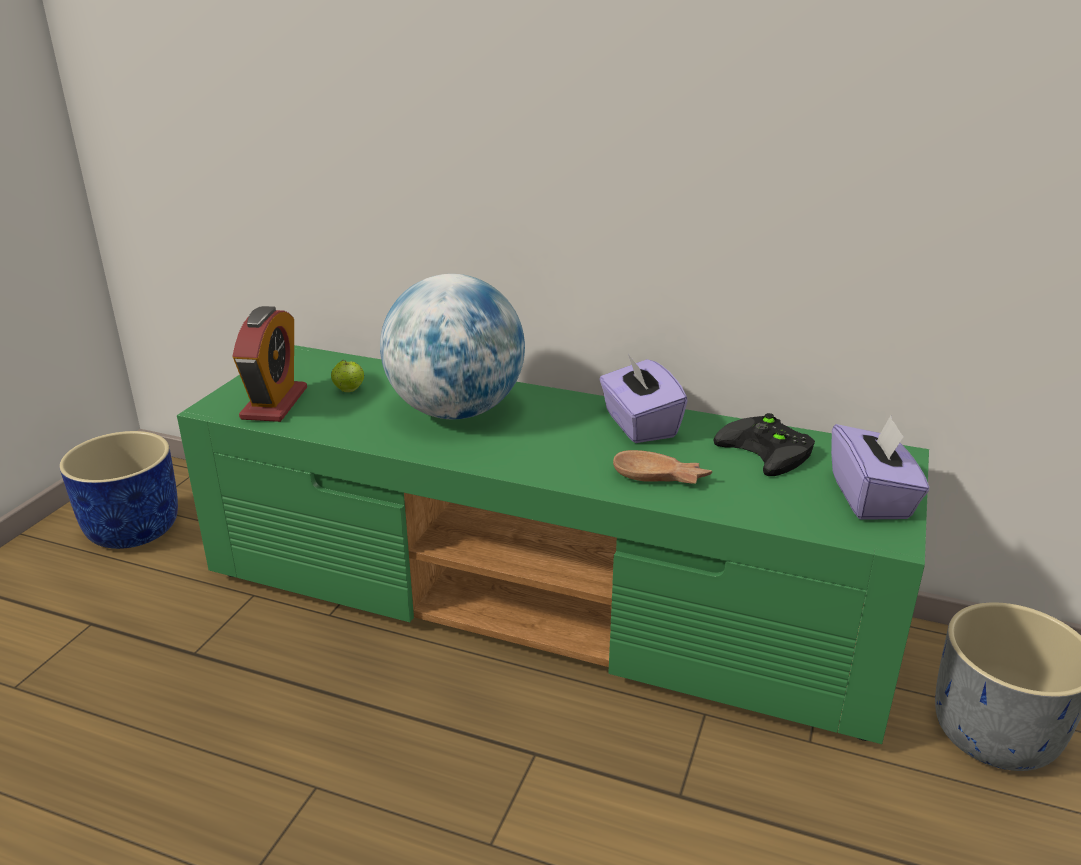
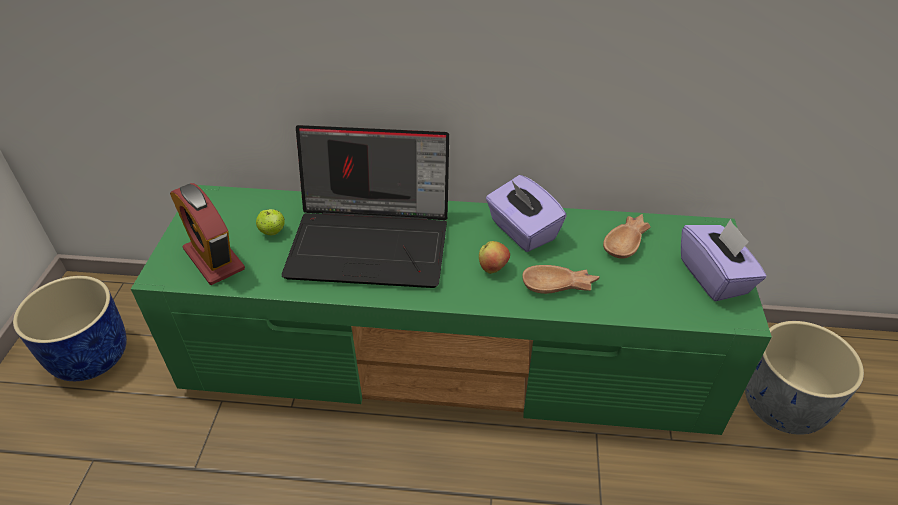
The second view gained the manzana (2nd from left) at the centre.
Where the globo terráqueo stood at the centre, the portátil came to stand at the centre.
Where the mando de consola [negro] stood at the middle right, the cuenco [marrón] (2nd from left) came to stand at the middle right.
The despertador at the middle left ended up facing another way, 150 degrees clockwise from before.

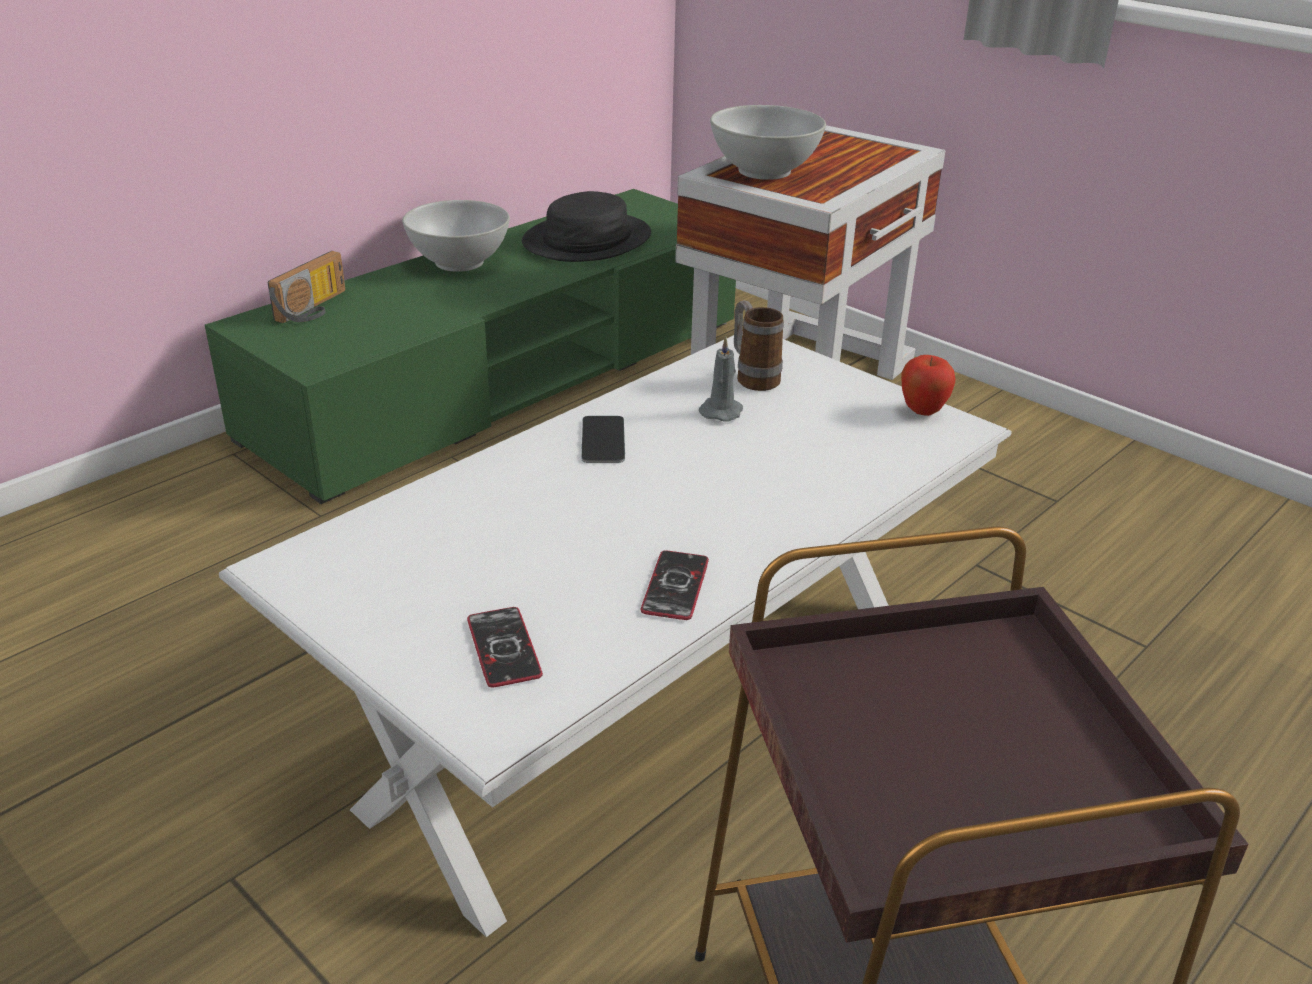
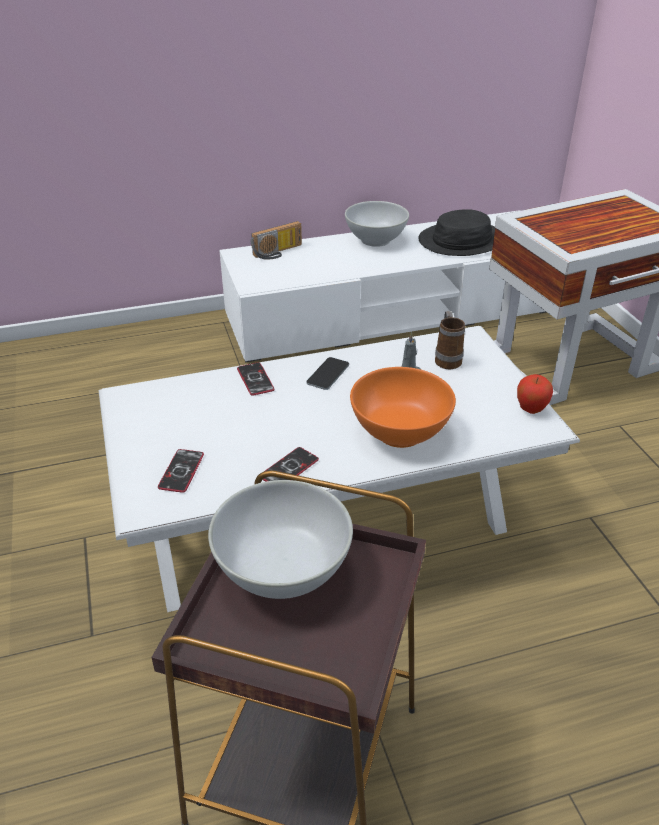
The second view gained the móvil (2nd from left) at the centre.
The second view gained the cuenco [naranja] at the centre.
The cuenco [blanco] (2nd from left in the first image) ended up elsewhere, having gone from the top centre to the centre.
What was the mueble de televisión [verde] at the centre turned into the mueble de televisión [blanco] at the centre.

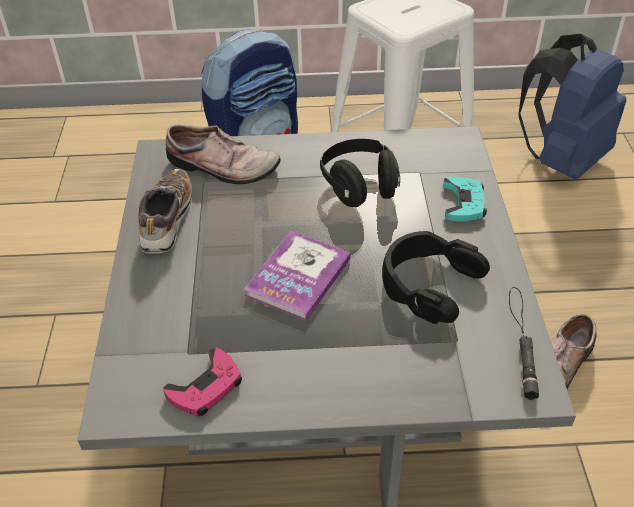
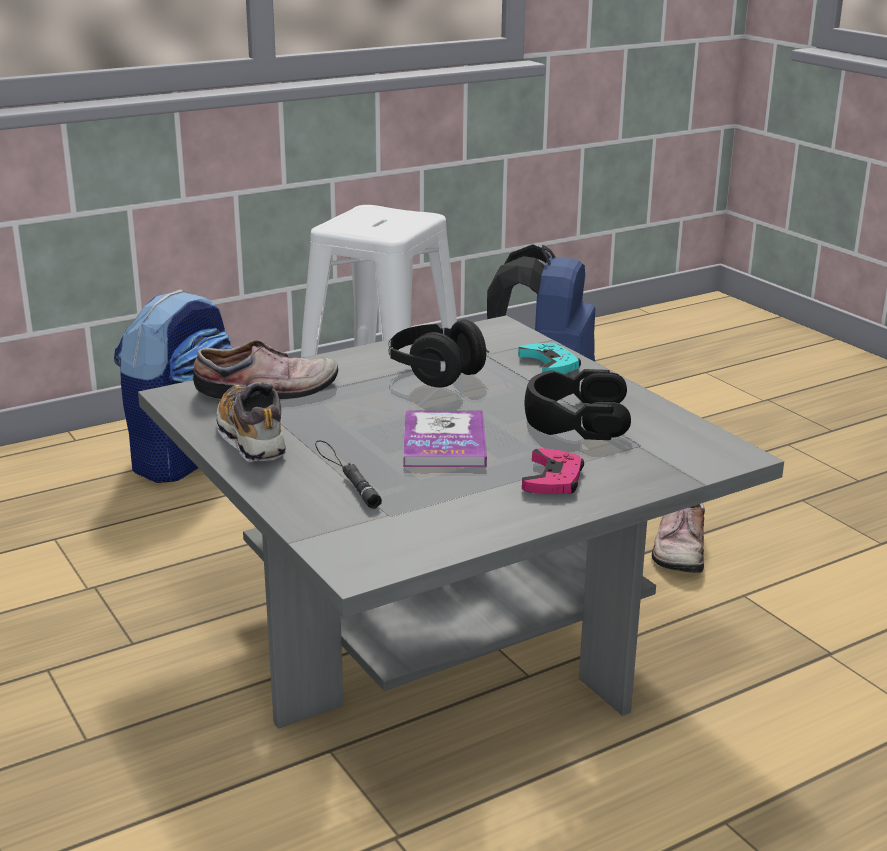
The mando de consola [rosa] ended up elsewhere, having gone from the bottom left to the centre.
The linterna [negro] ended up elsewhere, having gone from the bottom right to the centre.

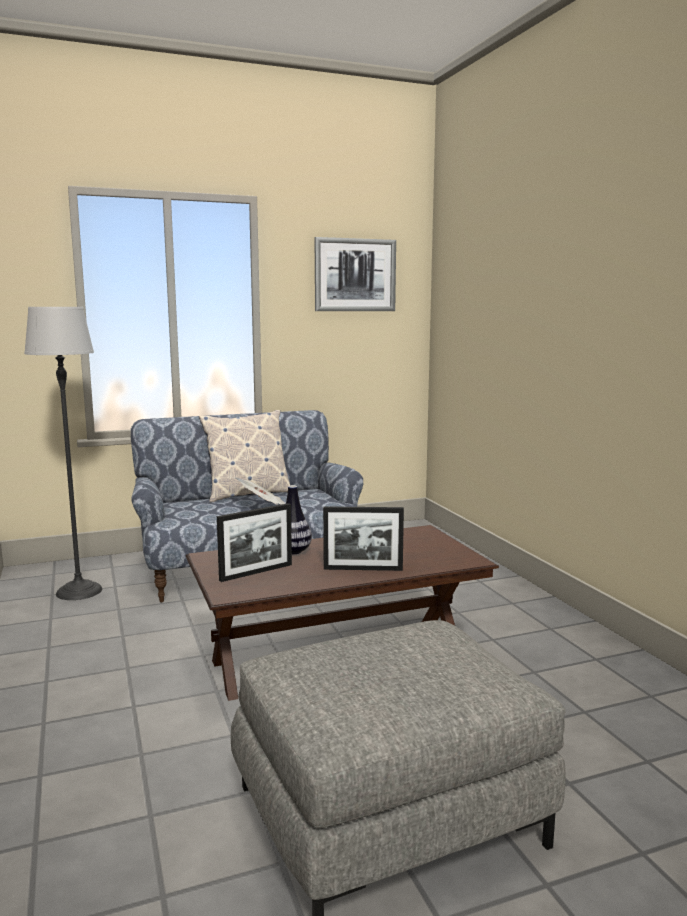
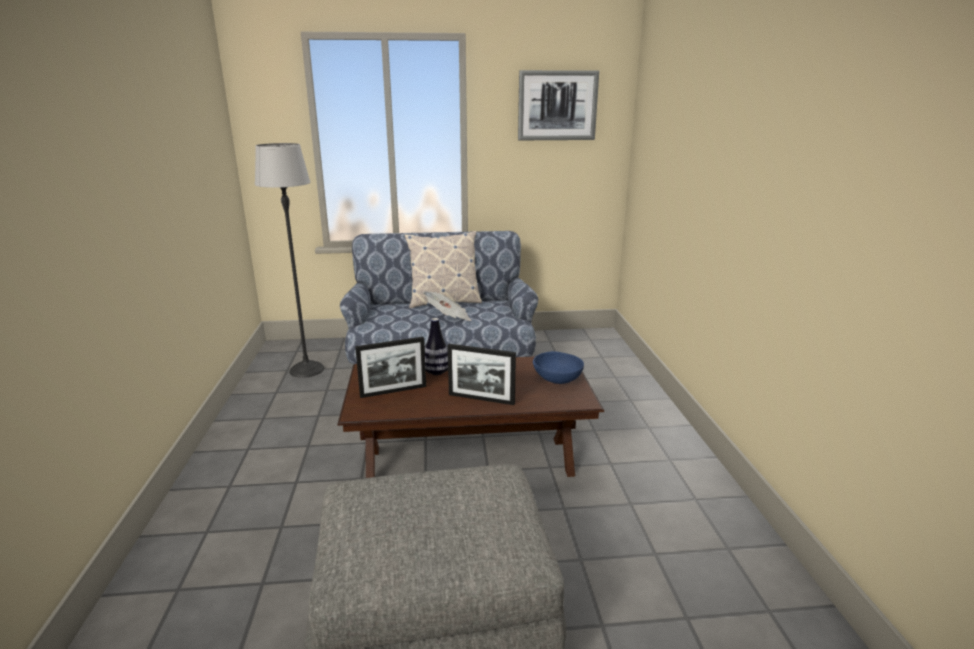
The second view gained the cuenco [azul] at the centre.

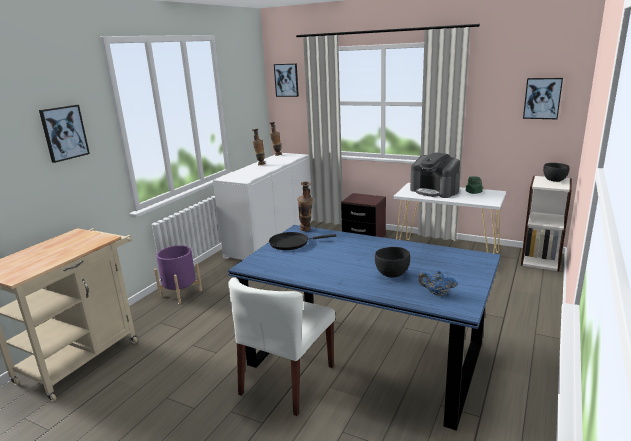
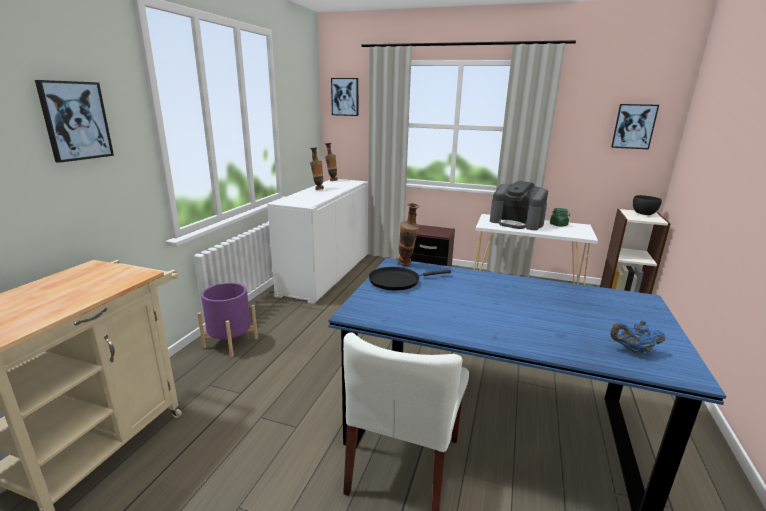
The second view lost the cuenco [negro] (1st from left) at the centre.

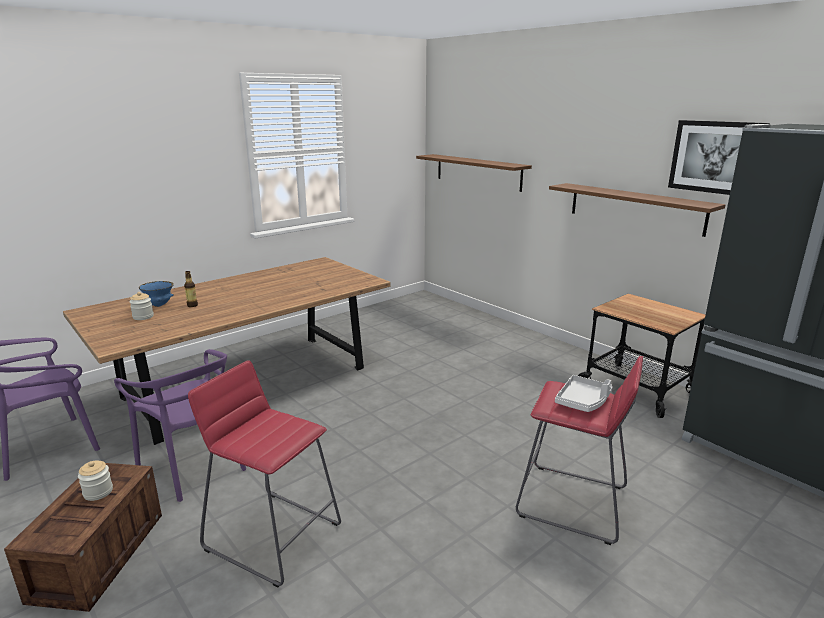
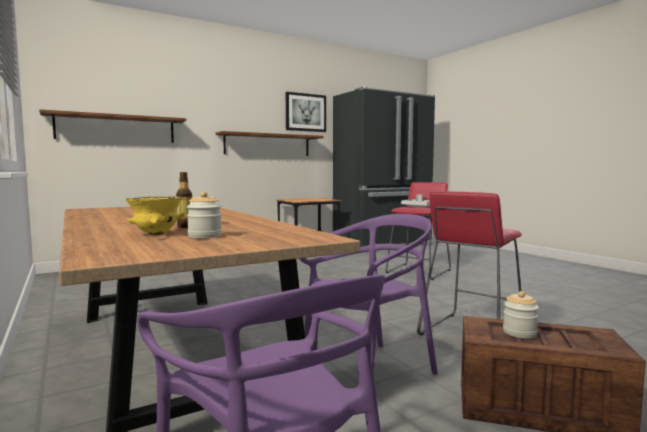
What was the cuenco [azul] at the middle left turned into the cuenco [amarillo] at the middle left.

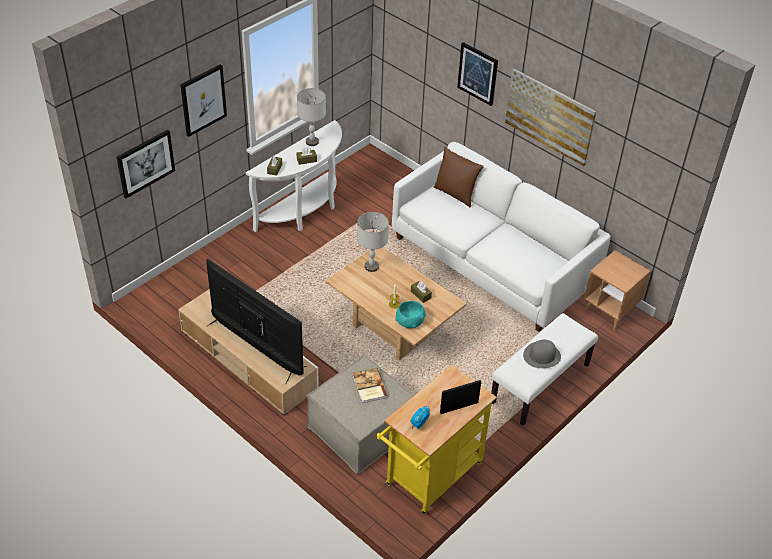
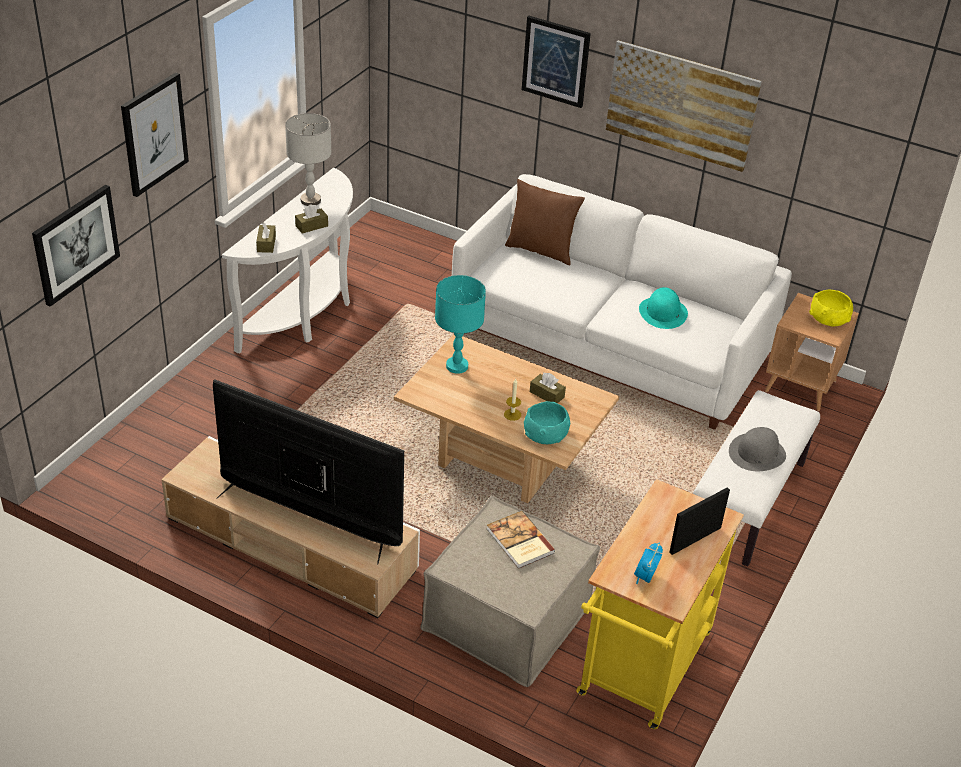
The second view gained the sombrero [turquesa] at the middle right.
The second view gained the cuenco [amarillo] at the middle right.
What was the lámpara de mesa [gris] (2nd from left) at the centre turned into the lámpara de mesa [turquesa] at the centre.

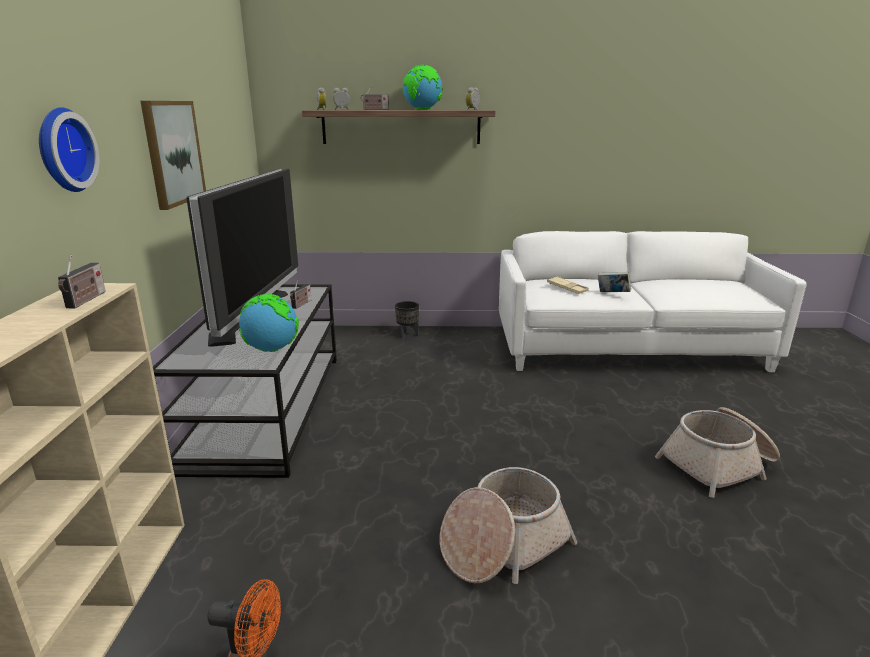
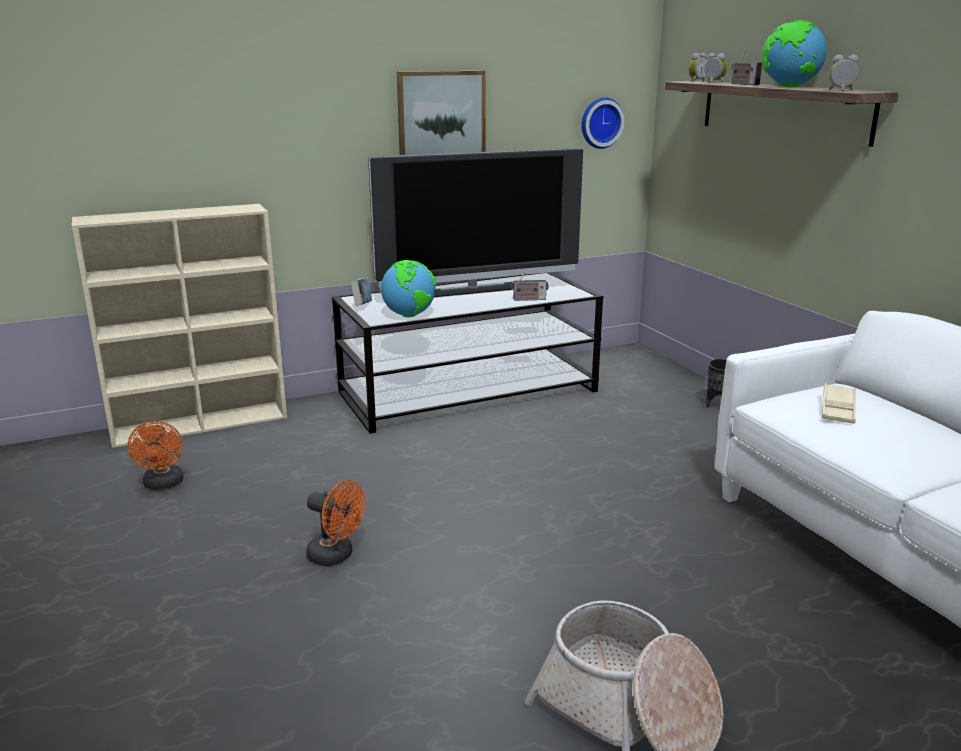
The second view lost the radio (1st from left) at the middle left.
The reloj de pared ended up elsewhere, having gone from the top left to the top centre.
The libro ended up elsewhere, having gone from the middle right to the centre.
Where the cesta (1st from left) stood at the bottom centre, the ventilador [naranja] (2nd from left) came to stand at the bottom centre.

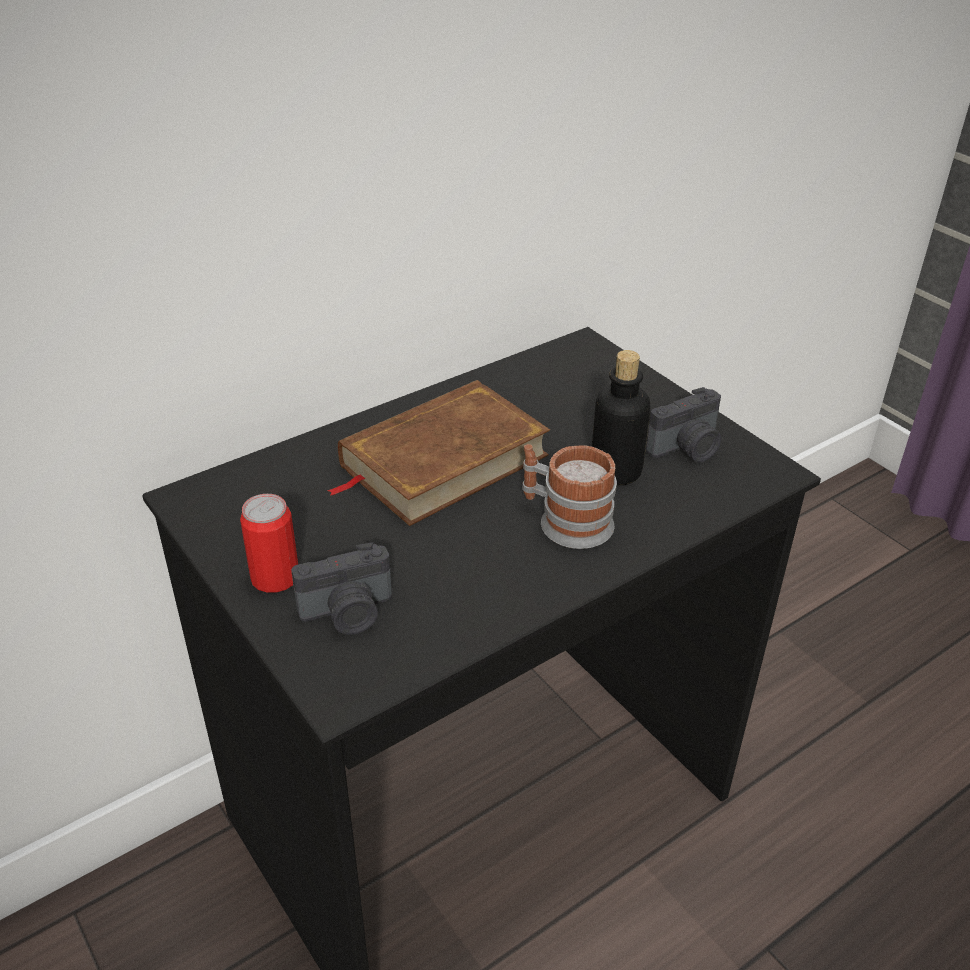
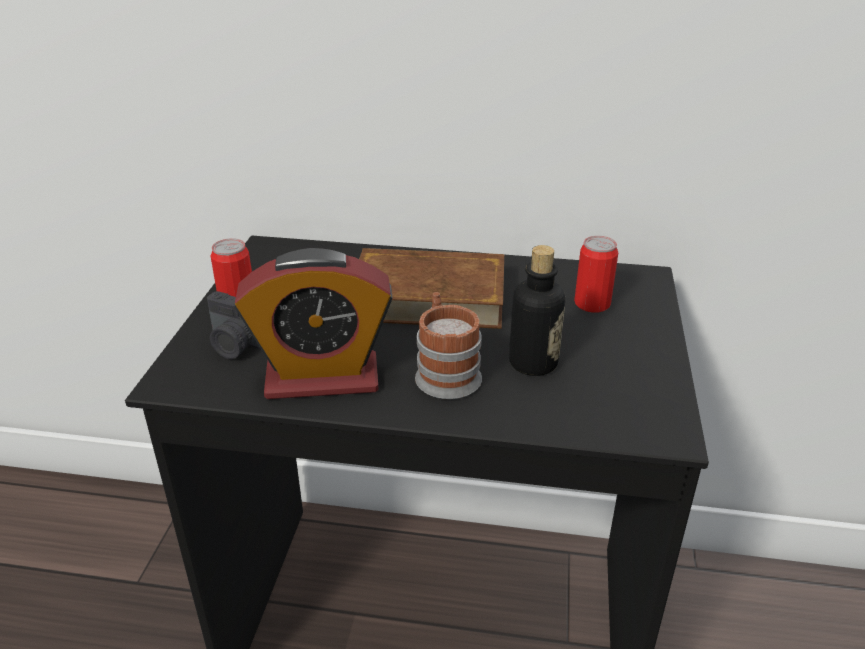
The second view lost the cámara (2nd from left) at the middle right.
The second view gained the despertador at the centre.
The second view gained the lata (2nd from left) at the middle right.

